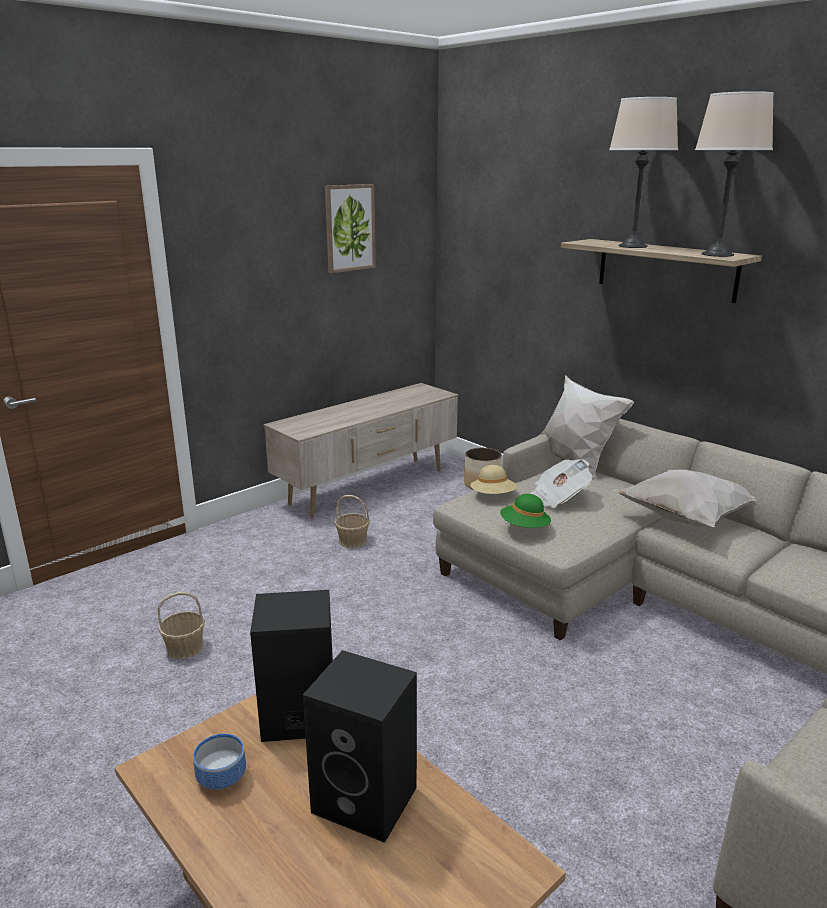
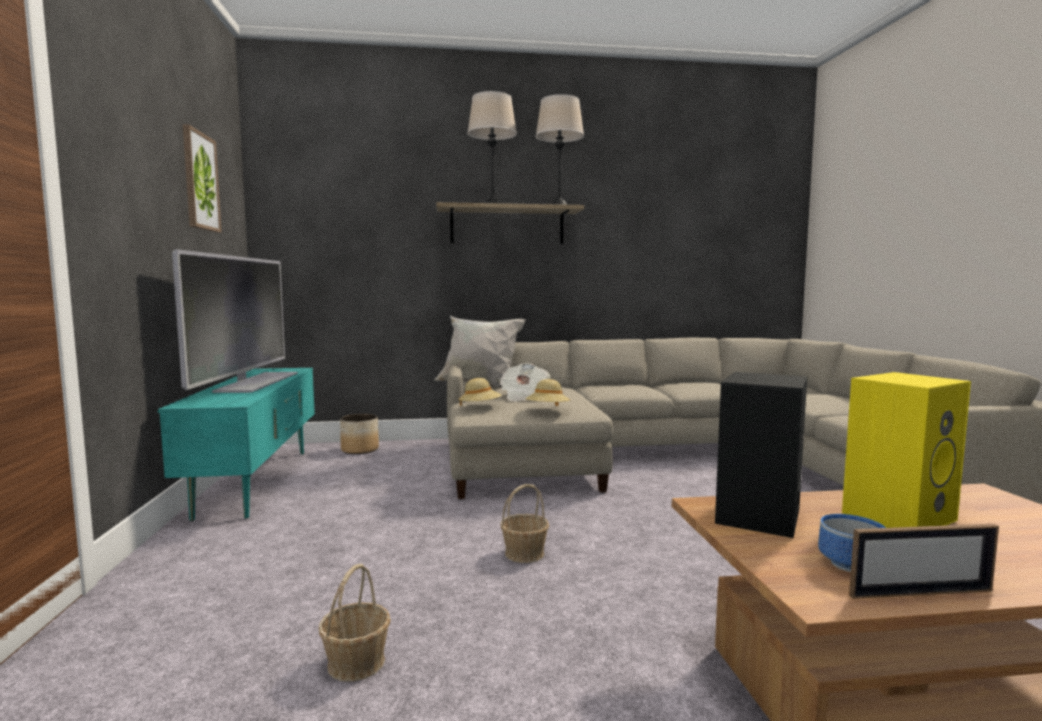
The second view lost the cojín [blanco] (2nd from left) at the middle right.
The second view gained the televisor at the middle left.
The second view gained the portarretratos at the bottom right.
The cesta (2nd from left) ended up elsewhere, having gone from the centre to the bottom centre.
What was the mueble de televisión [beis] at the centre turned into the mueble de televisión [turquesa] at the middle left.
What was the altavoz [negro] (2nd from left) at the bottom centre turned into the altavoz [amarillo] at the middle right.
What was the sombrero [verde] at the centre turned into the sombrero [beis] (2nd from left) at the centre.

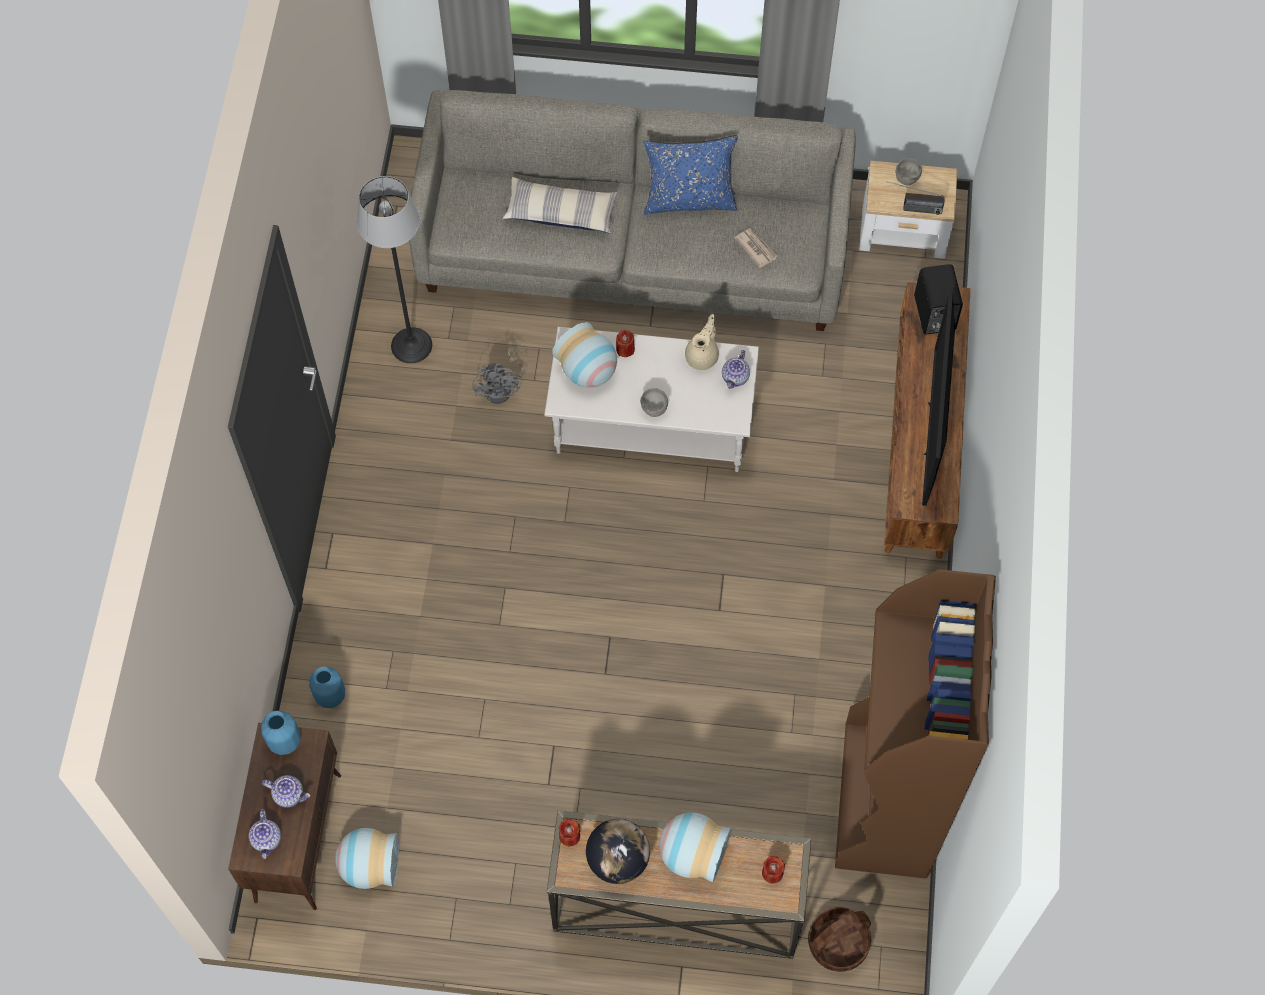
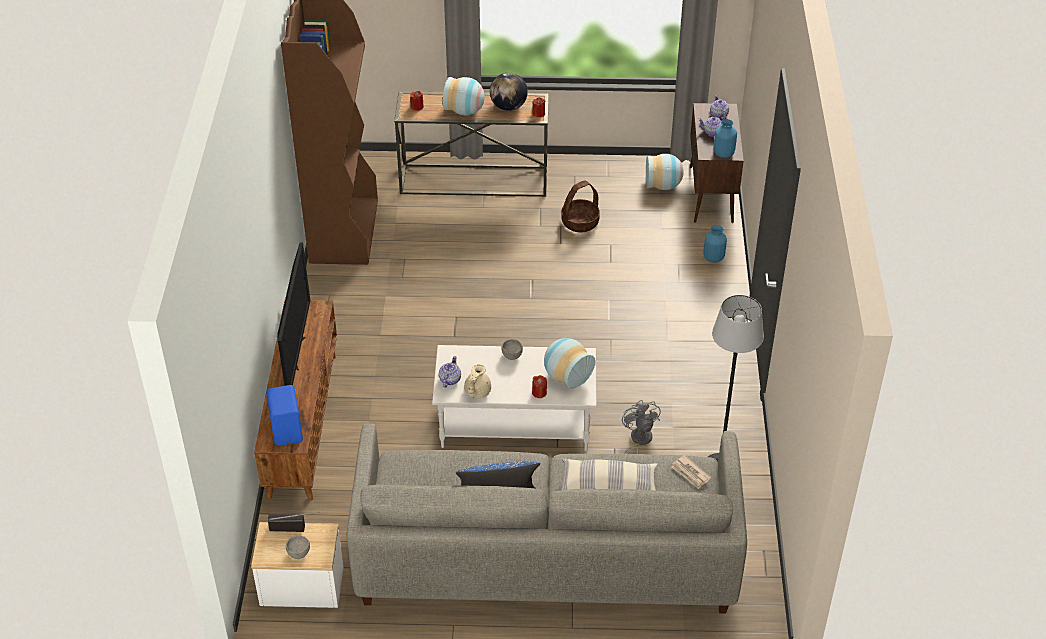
The periódico ended up elsewhere, having gone from the top centre to the bottom centre.
The cesta ended up elsewhere, having gone from the bottom centre to the top centre.
What was the altavoz [negro] at the top right turned into the altavoz [azul] at the middle left.

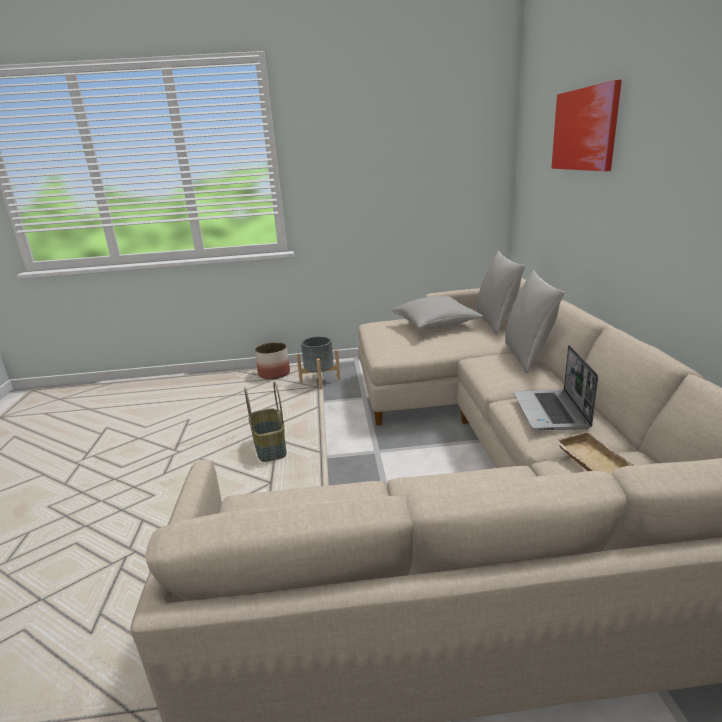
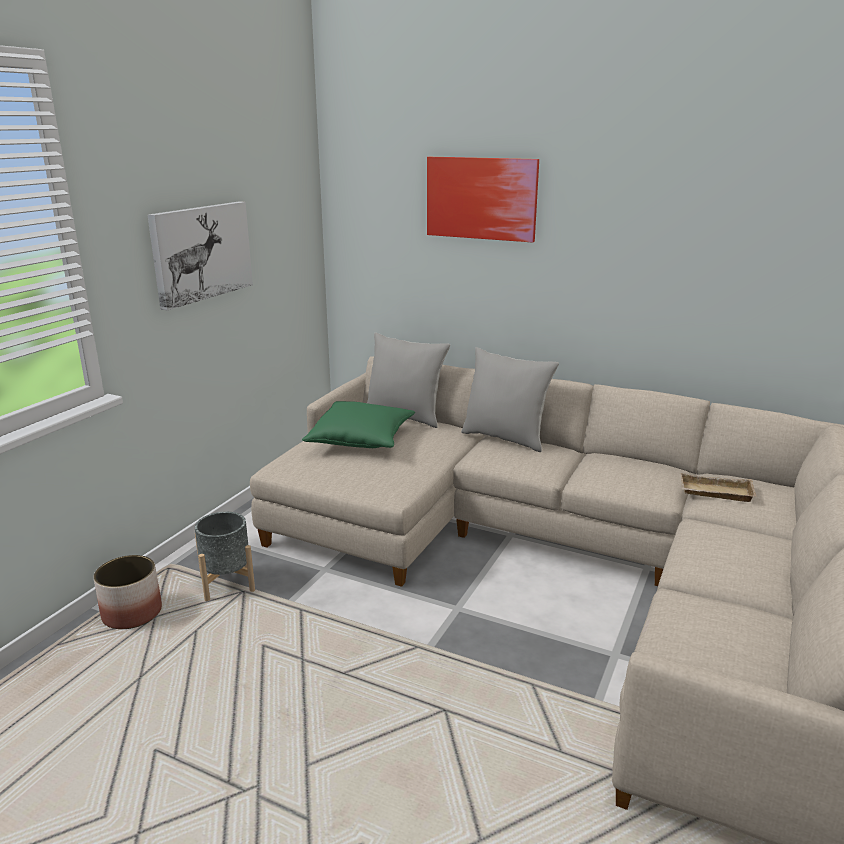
The second view lost the cesta at the centre.
The second view lost the portátil at the middle right.
The second view gained the cuadro (1st from left) at the top left.
What was the cojín [gris] (1st from left) at the centre turned into the cojín [verde] at the centre.

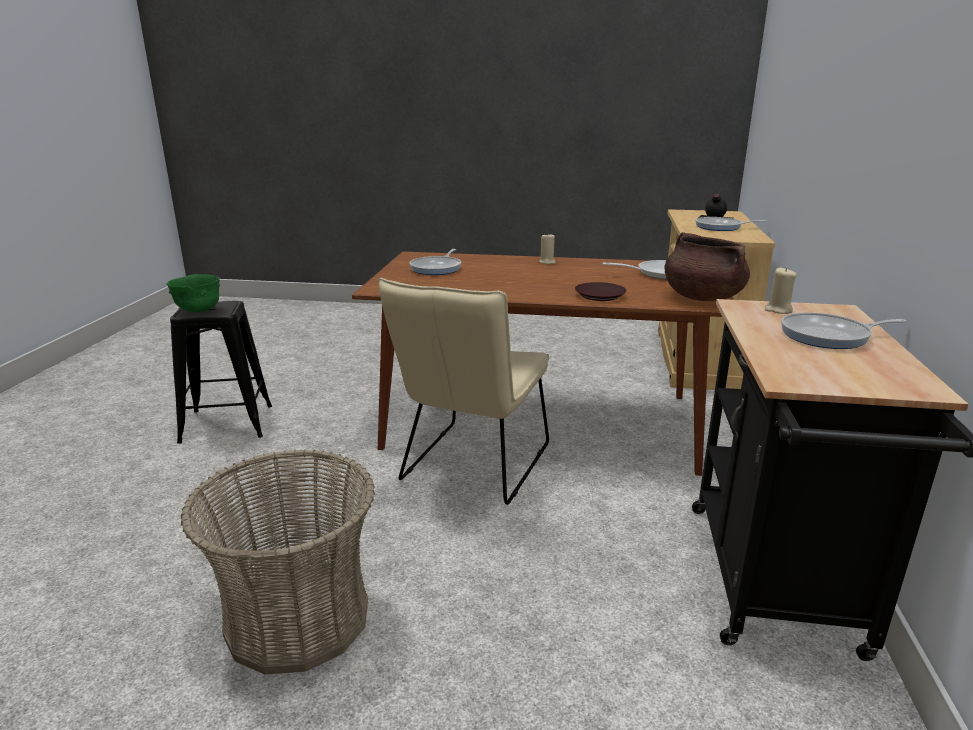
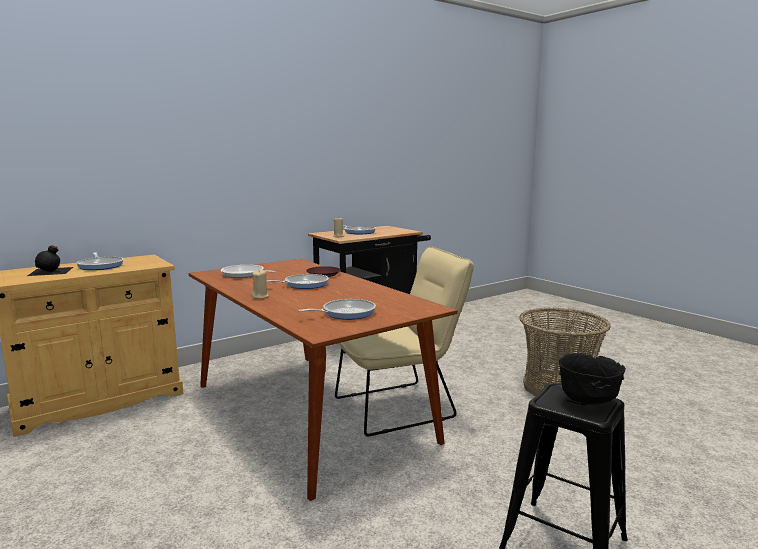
The second view lost the olla [marrón] at the middle right.
The second view gained the sartén (3rd from left) at the centre.
What was the cuenco [verde] at the middle left turned into the cuenco [negro] at the bottom right.

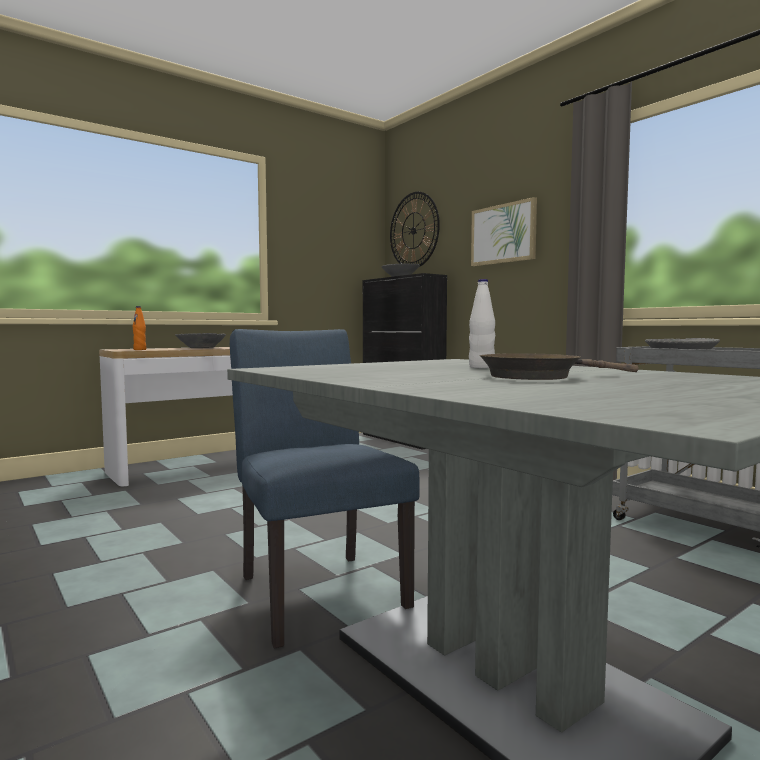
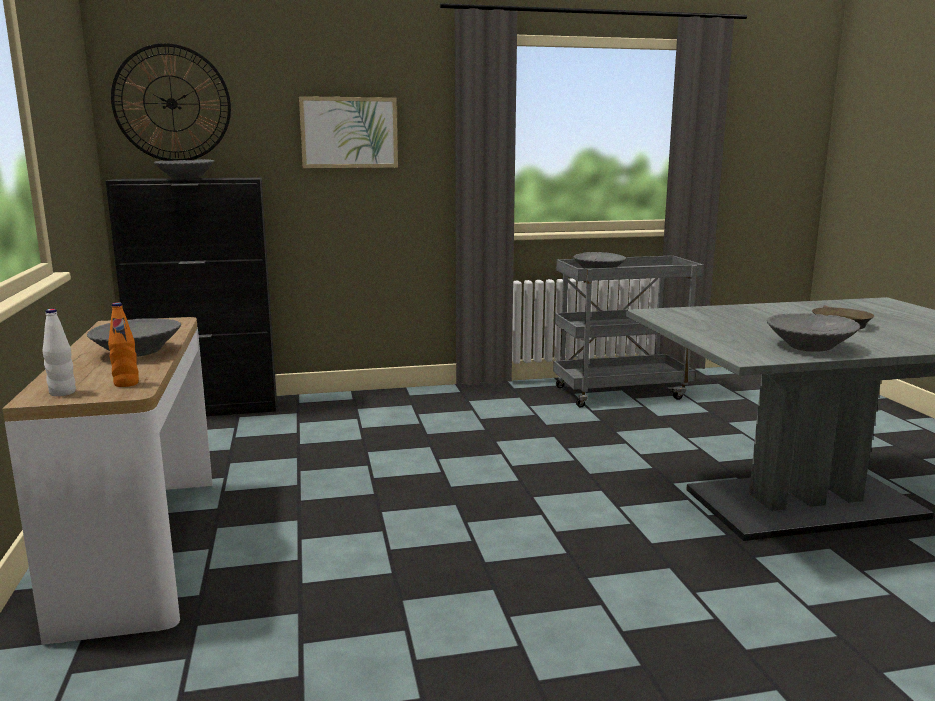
The second view lost the silla [azul] at the centre.
The second view gained the cuenco [gris] (4th from left) at the middle right.
The botella [blanco] ended up elsewhere, having gone from the centre to the middle left.

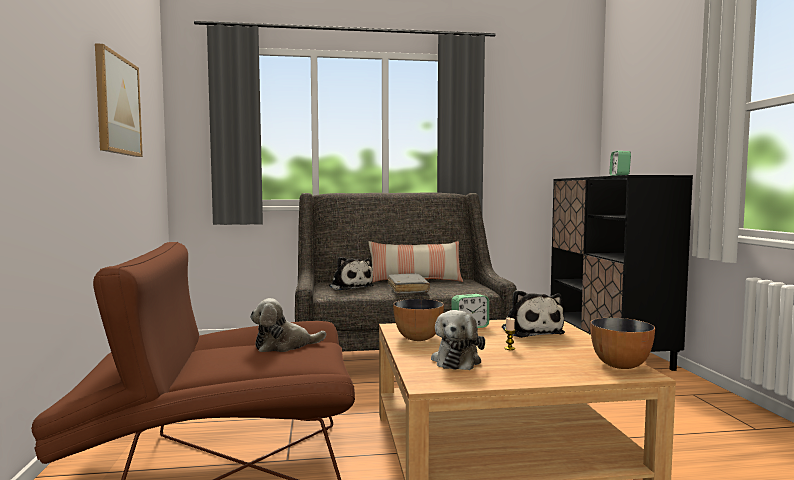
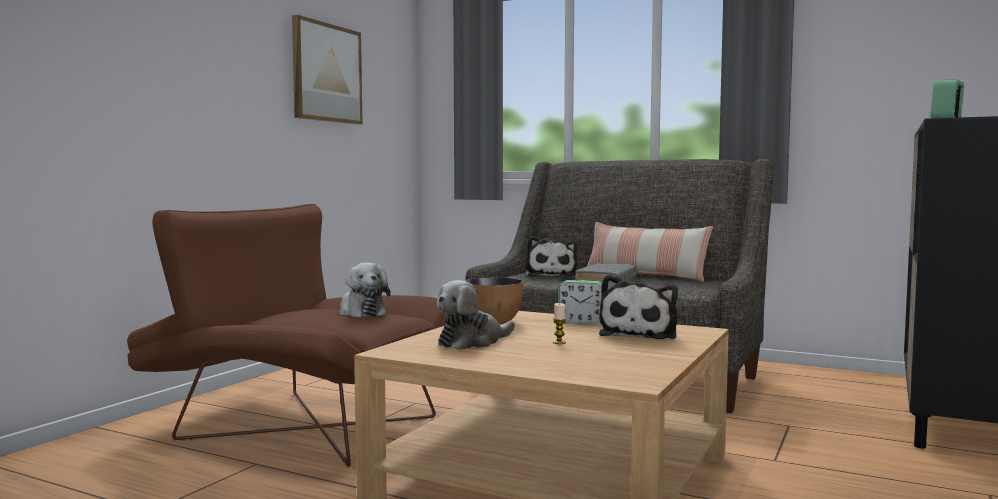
The second view lost the cuenco (2nd from left) at the bottom right.
The peluche (1st from left) at the bottom centre ended up facing another way, 135 degrees counterclockwise from before.

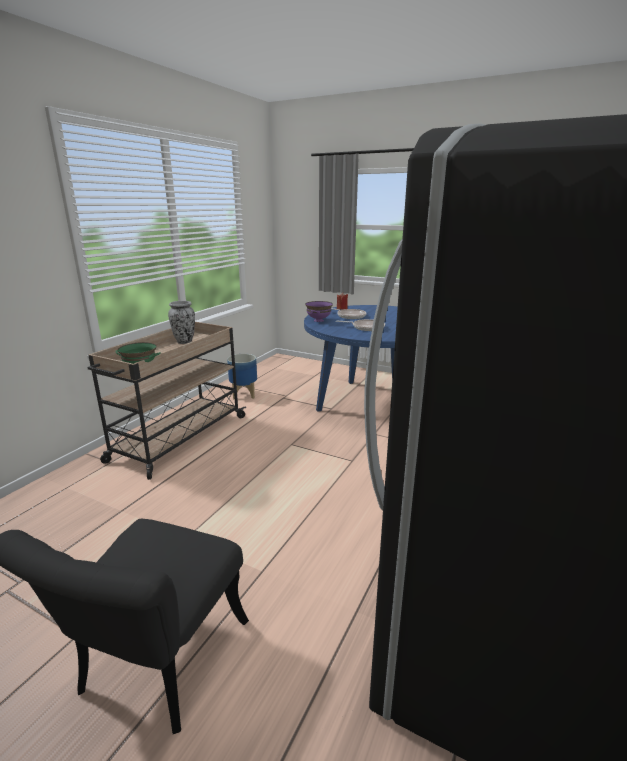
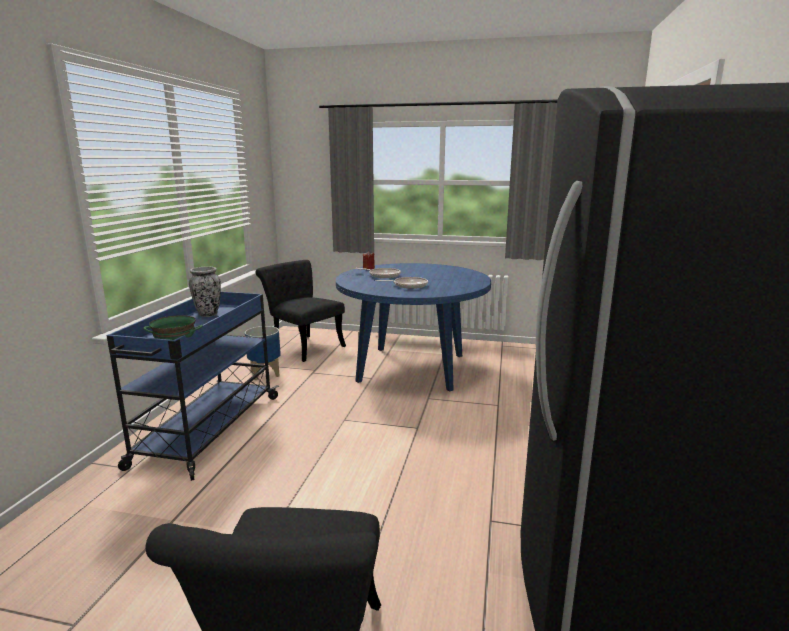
The second view lost the cuenco [morado] at the centre.
The second view gained the silla [negro] (2nd from left) at the centre.
What was the carrito [beis] at the middle left turned into the carrito [azul] at the middle left.

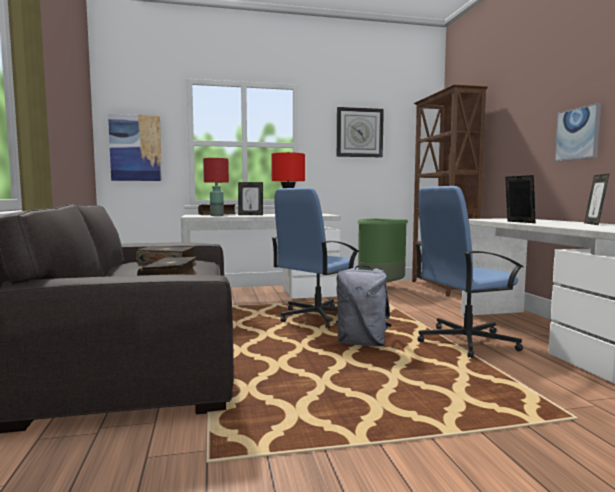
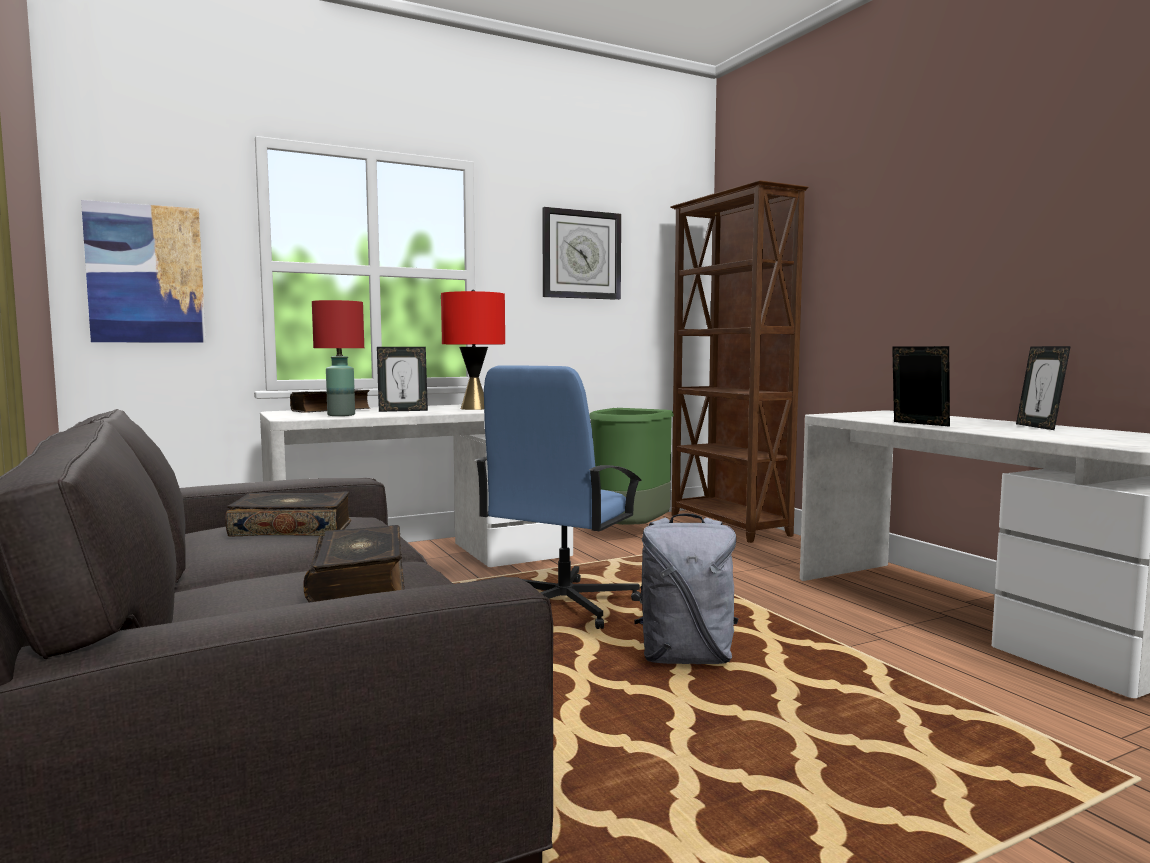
The second view lost the silla de oficina [azul] (2nd from left) at the middle right.
The second view lost the cuadro (2nd from left) at the top right.

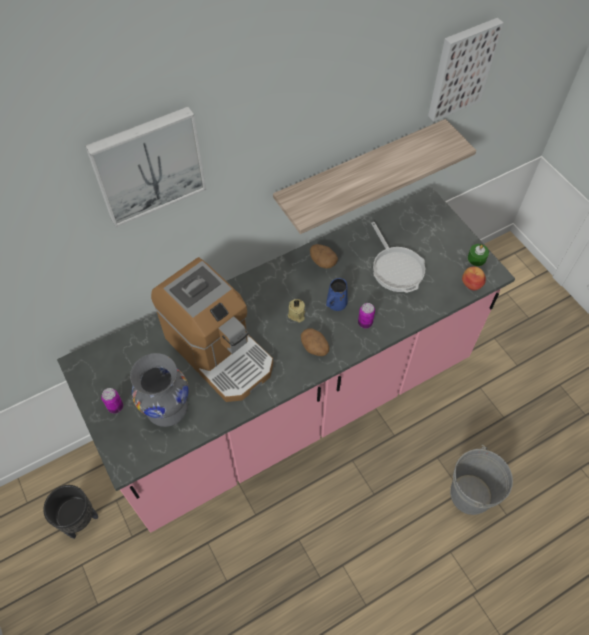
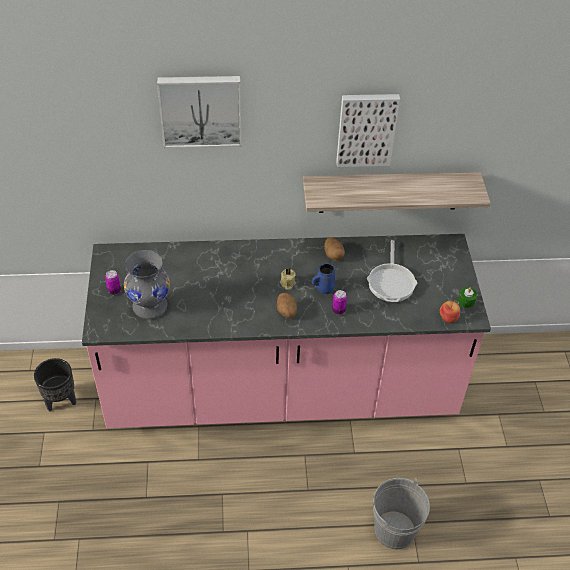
The second view lost the cafetera at the centre.
The cuadro (2nd from left) ended up elsewhere, having gone from the top right to the top centre.

